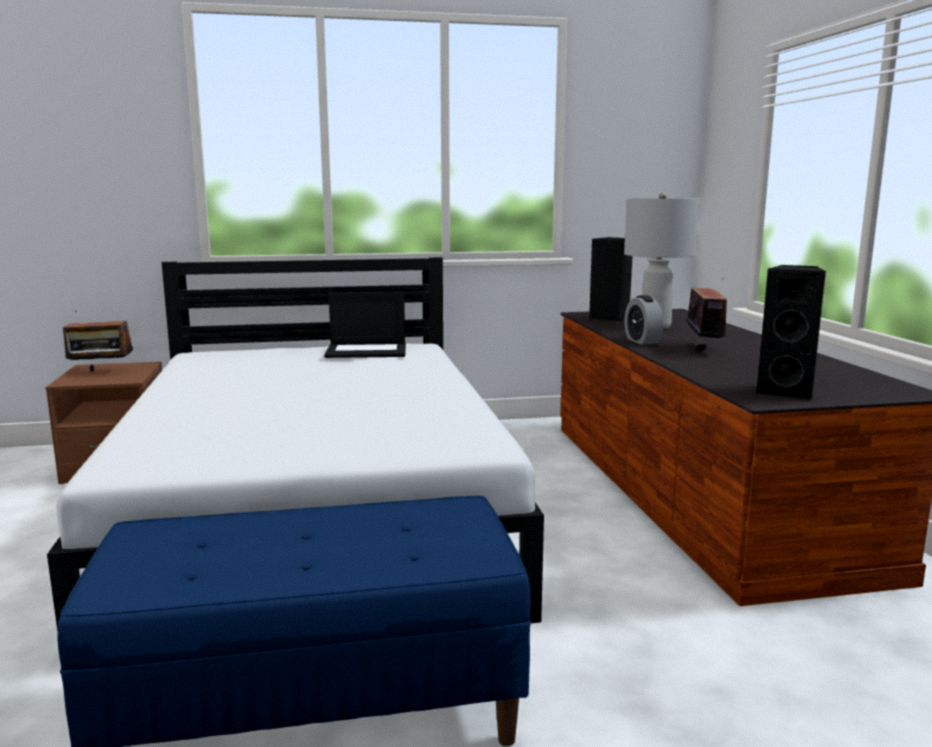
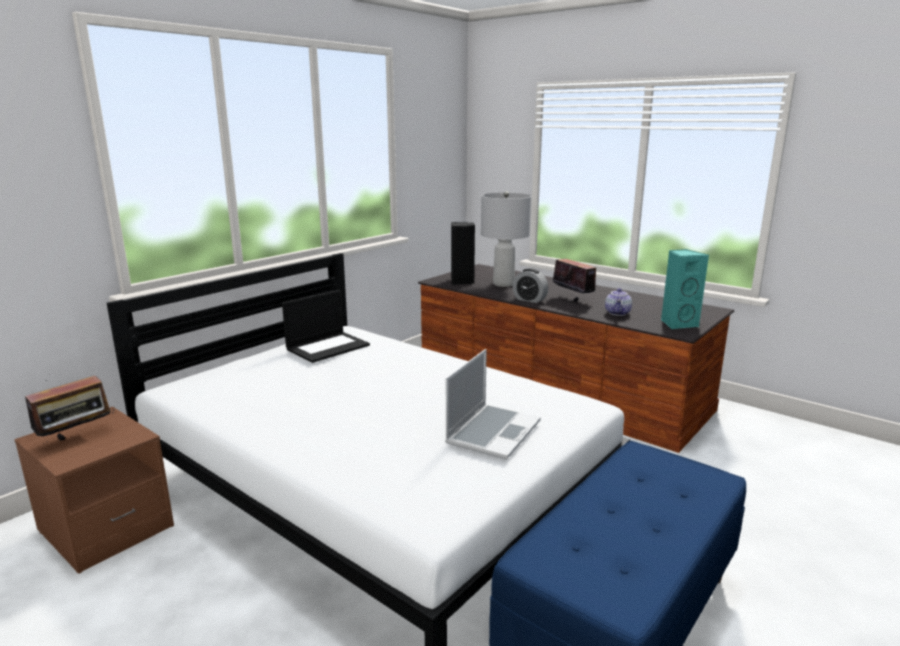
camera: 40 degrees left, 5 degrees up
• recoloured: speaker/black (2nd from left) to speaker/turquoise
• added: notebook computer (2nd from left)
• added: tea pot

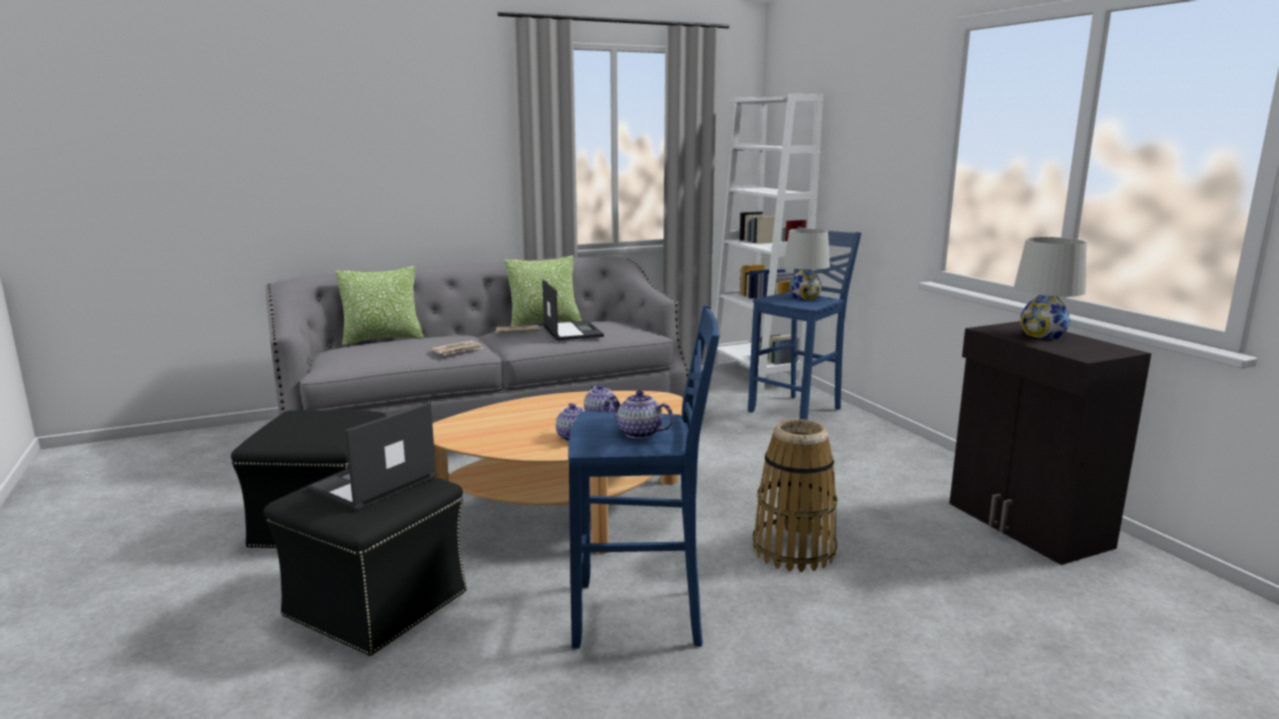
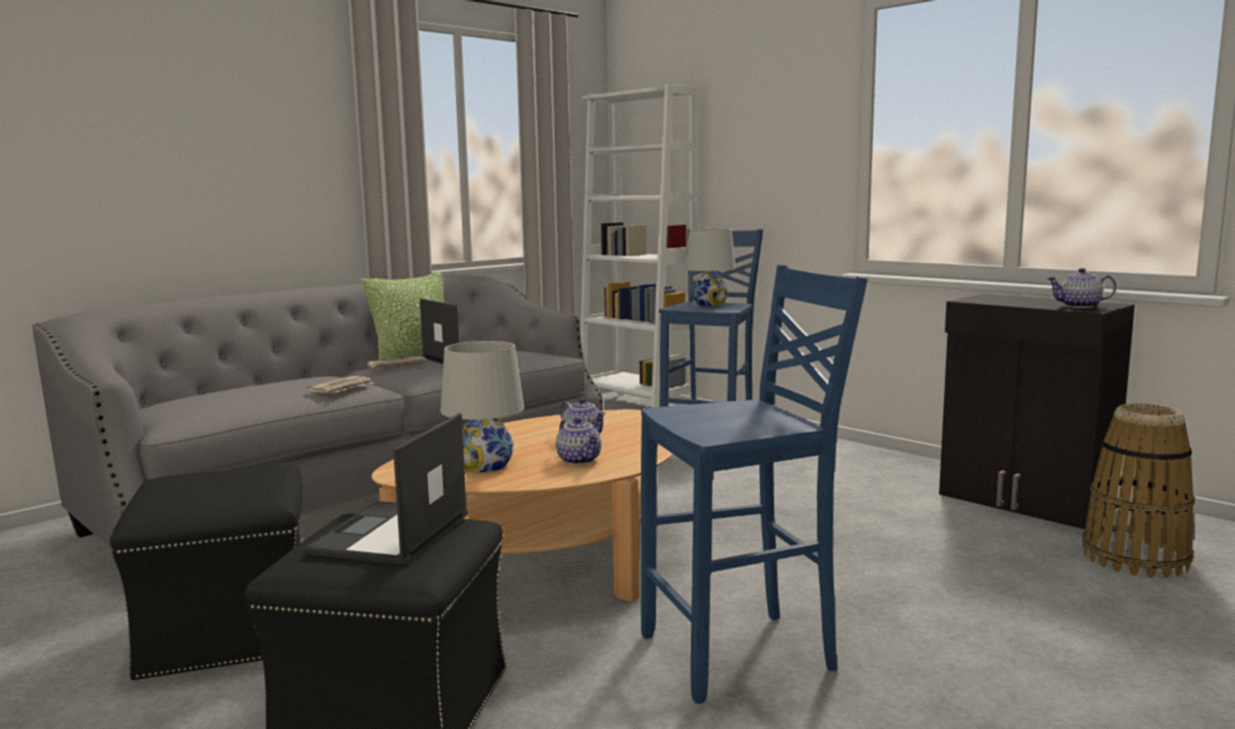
camera: 20 degrees left, 5 degrees down
• removed: throw pillow (1st from left)
• moved: tea pot (3rd from left)
• moved: household basket
• moved: table lamp/white-coloured (2nd from left in the first image) to table lamp/white-coloured (1st from left)

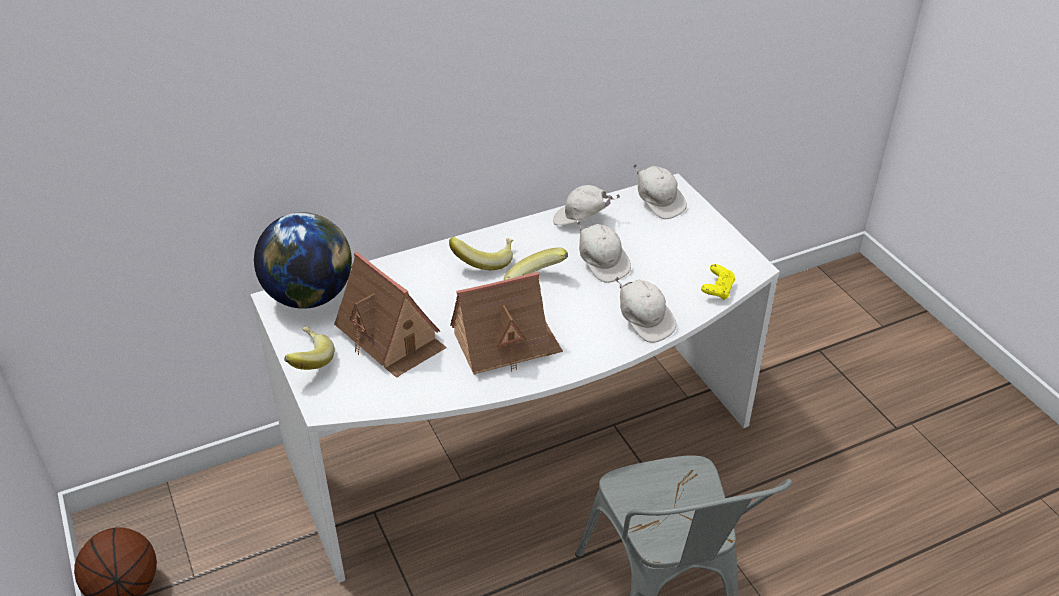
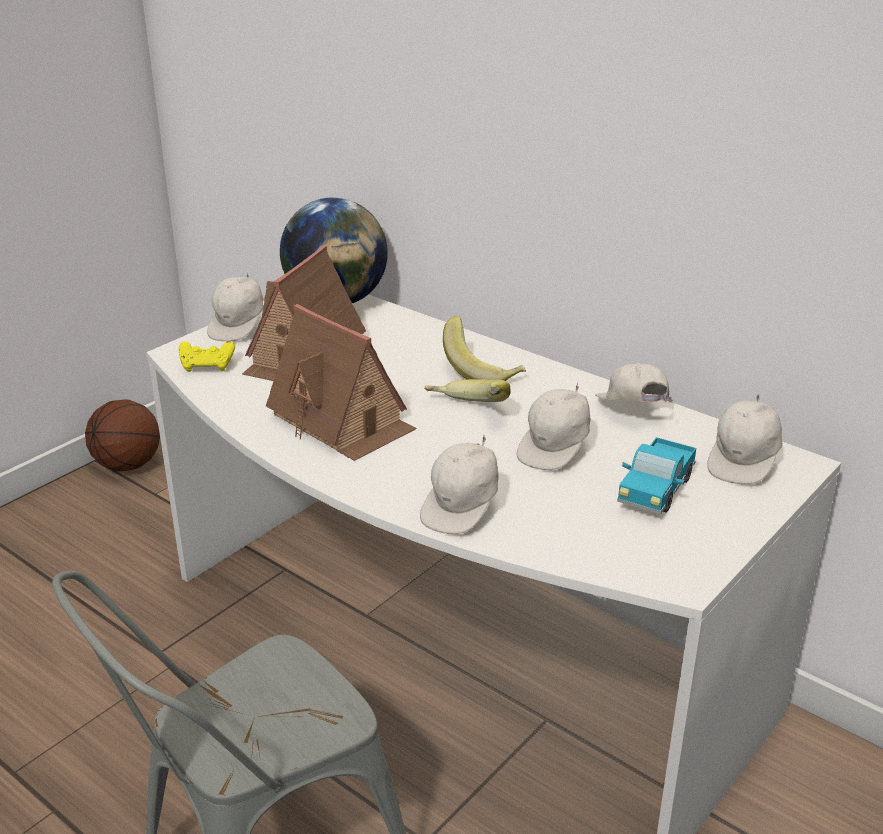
camera: 65 degrees right, 10 degrees down
• replaced: banana fruit (1st from left) to cap/white-coloured (1st from left)
• moved: gamepad/yellow-coloured
• added: toy lorry

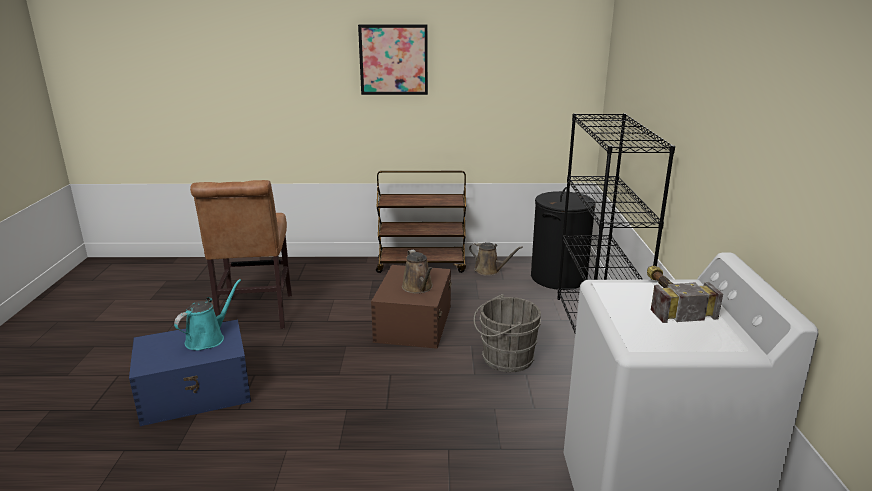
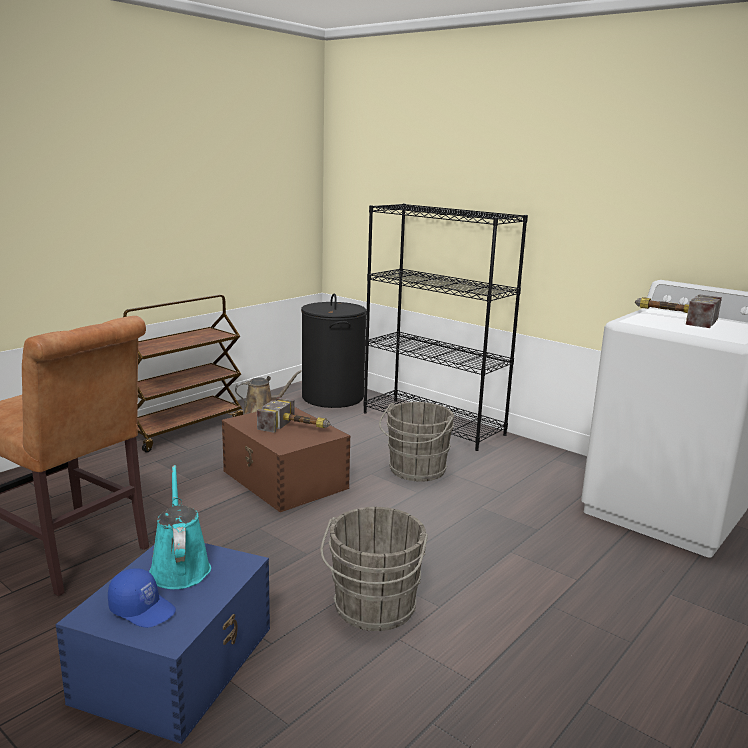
camera: 50 degrees left, 5 degrees down
• removed: wall art
• replaced: watering pot/brown-coloured (1st from left) to tool hammer (1st from left)
• added: cap/blue
• added: pail/greyish (1st from left)

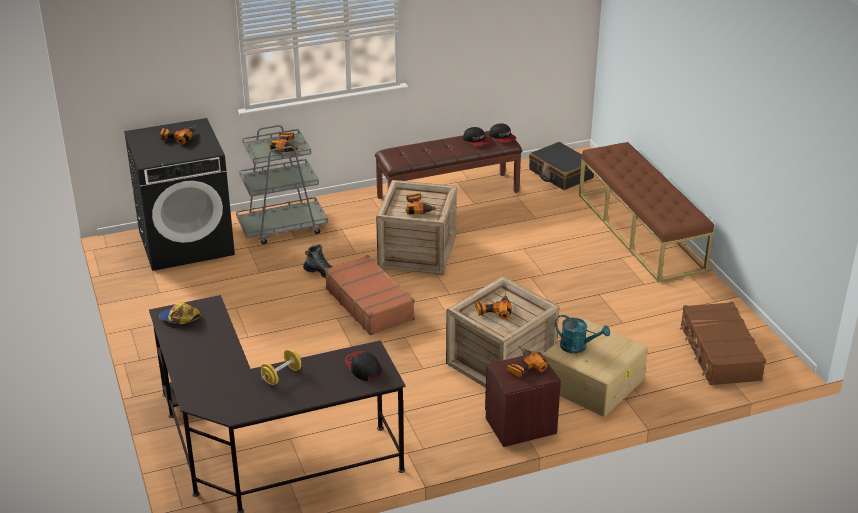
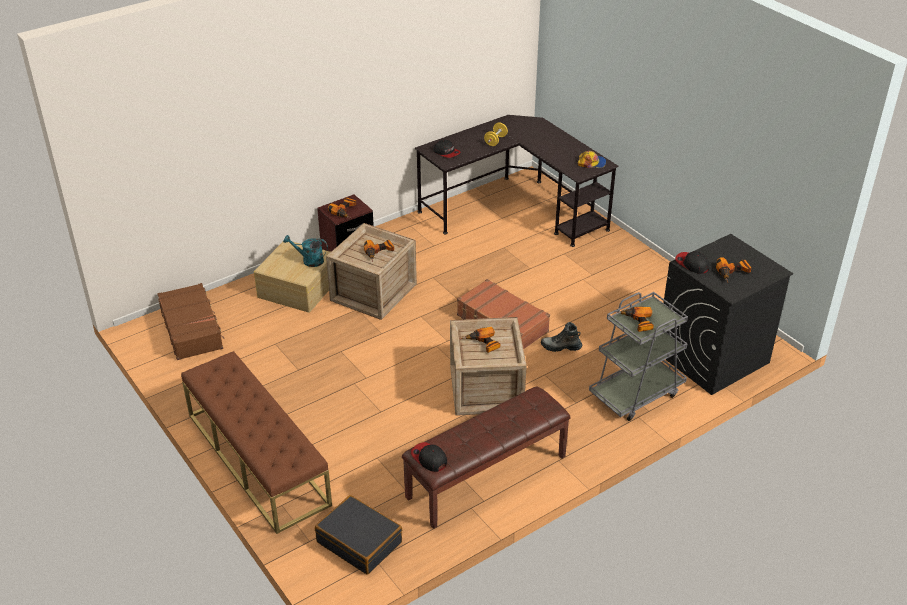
camera: 165 degrees right, 5 degrees up
• moved: cap (3rd from left in the first image) to cap (4th from left)

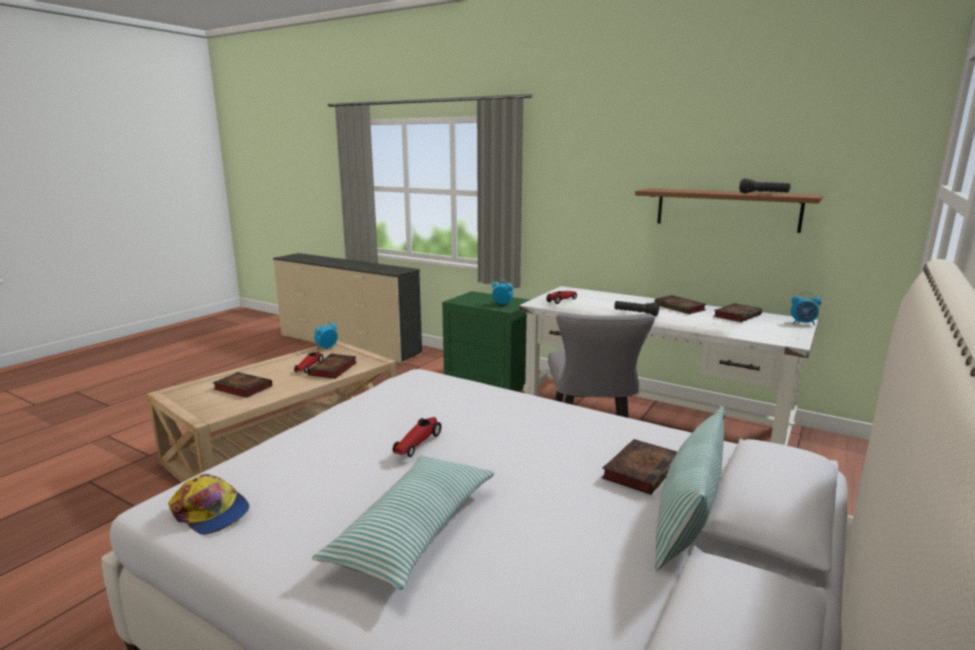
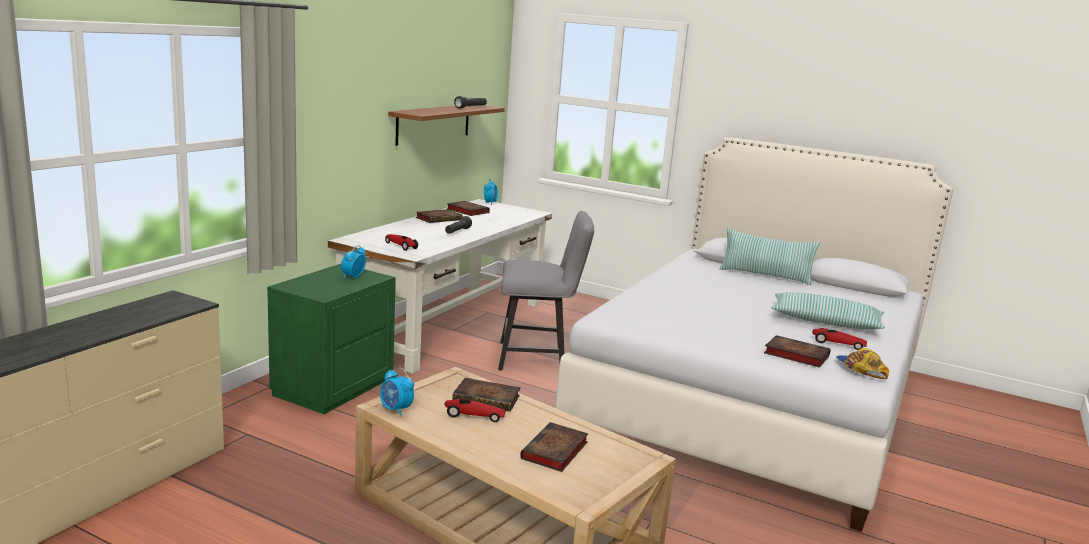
camera: 95 degrees left, 0 degrees up
• turned: cap 45 degrees counterclockwise
• moved: miniature car (2nd from left in the first image) to miniature car (3rd from left)
• moved: book (3rd from left in the first image) to book (5th from left)

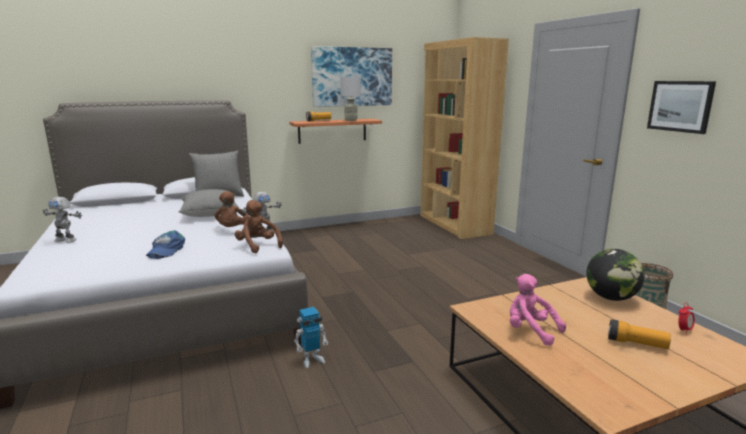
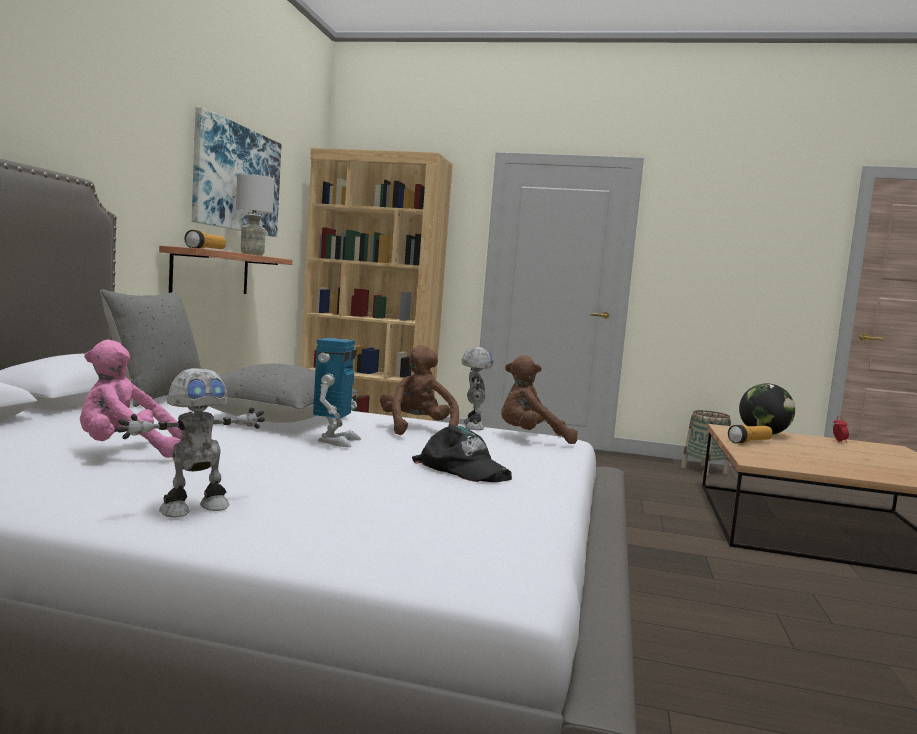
camera: 55 degrees left, 10 degrees down
• recoloured: cap/blue to cap/black
• turned: plush toy/brown-coloured (1st from left) 135 degrees counterclockwise
• moved: robot figure (3rd from left in the first image) to robot figure (2nd from left)
• moved: plush toy/pink-coloured
• moved: hand torch (2nd from left)
• removed: wall art (2nd from left)

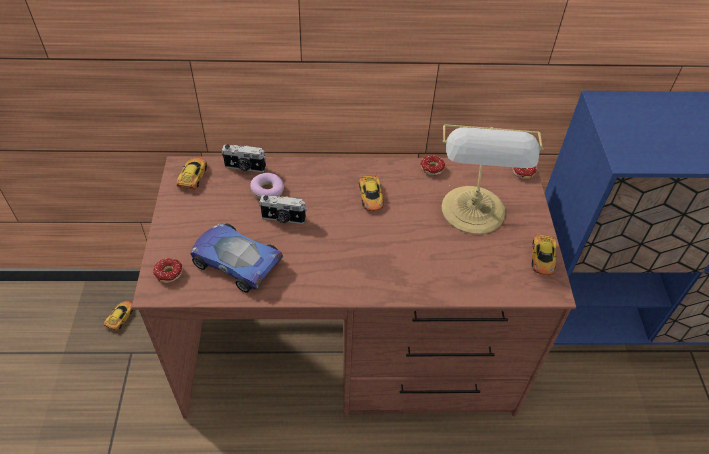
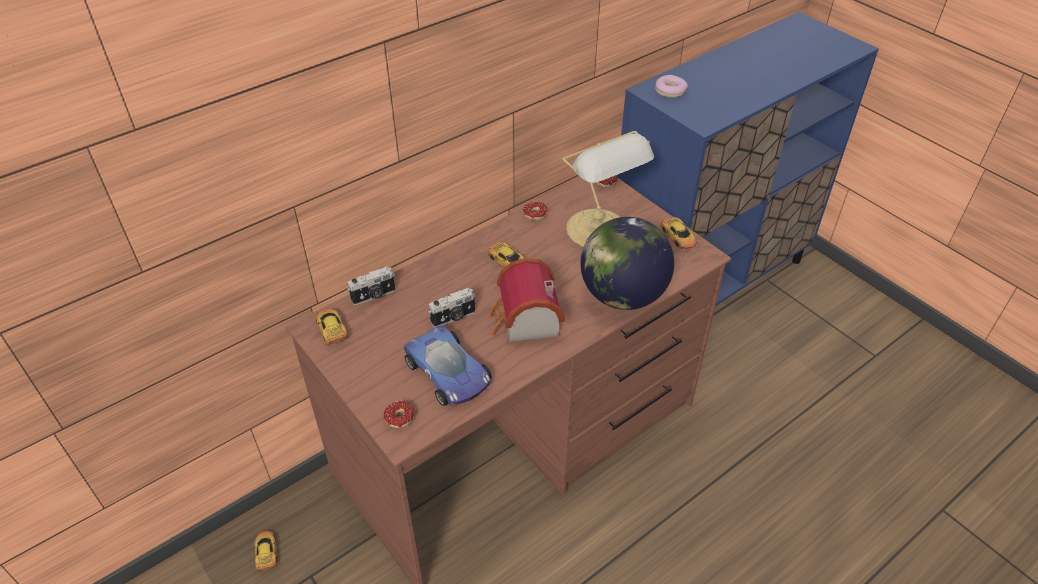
camera: 35 degrees left, 5 degrees down
• turned: miniature car (3rd from left) 120 degrees counterclockwise
• moved: doughnut (2nd from left in the first image) to doughnut (4th from left)
• added: miniature house
• added: desk globe

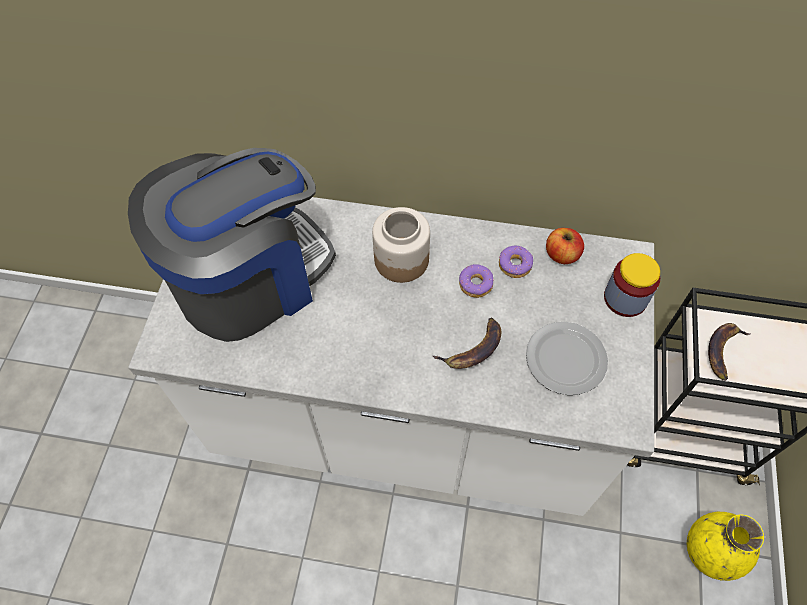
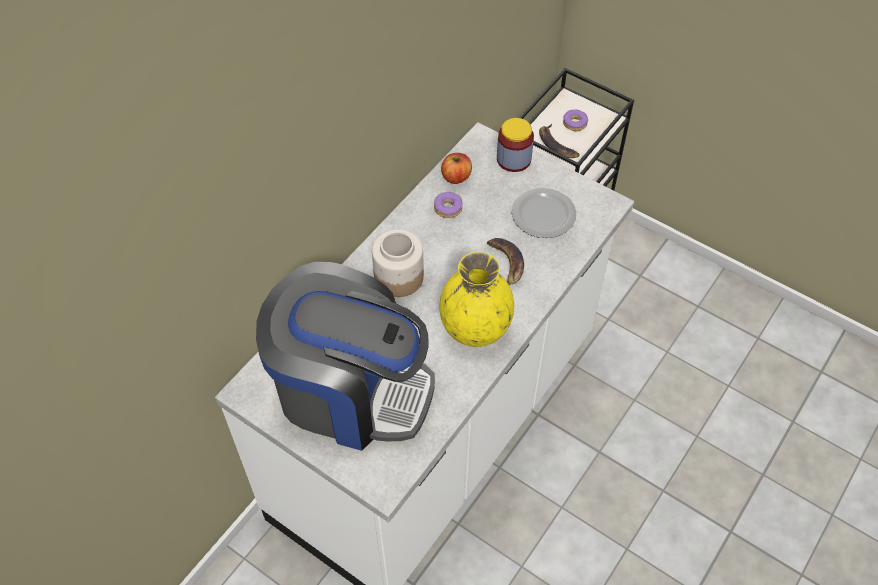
camera: 65 degrees left, 5 degrees down
• turned: coffee machine 120 degrees clockwise
• moved: doughnut (1st from left in the first image) to doughnut (2nd from left)
• moved: decorative vase/yellow-coloured

